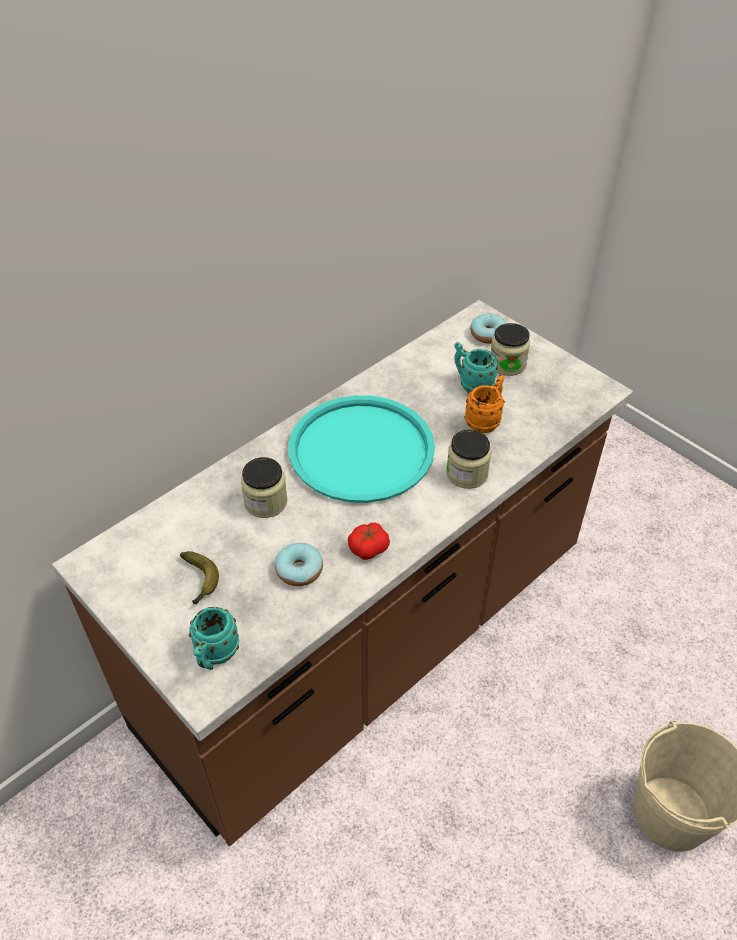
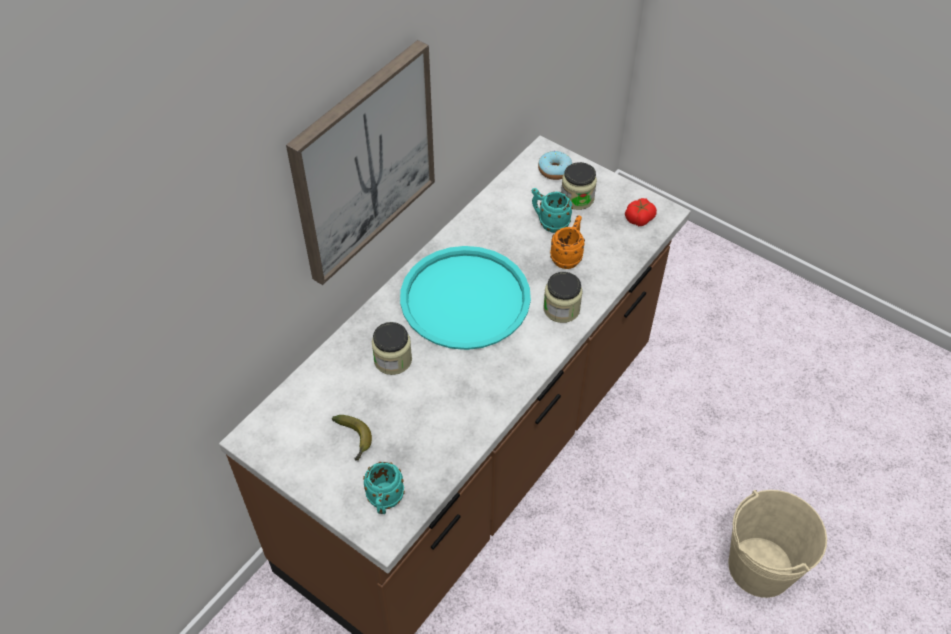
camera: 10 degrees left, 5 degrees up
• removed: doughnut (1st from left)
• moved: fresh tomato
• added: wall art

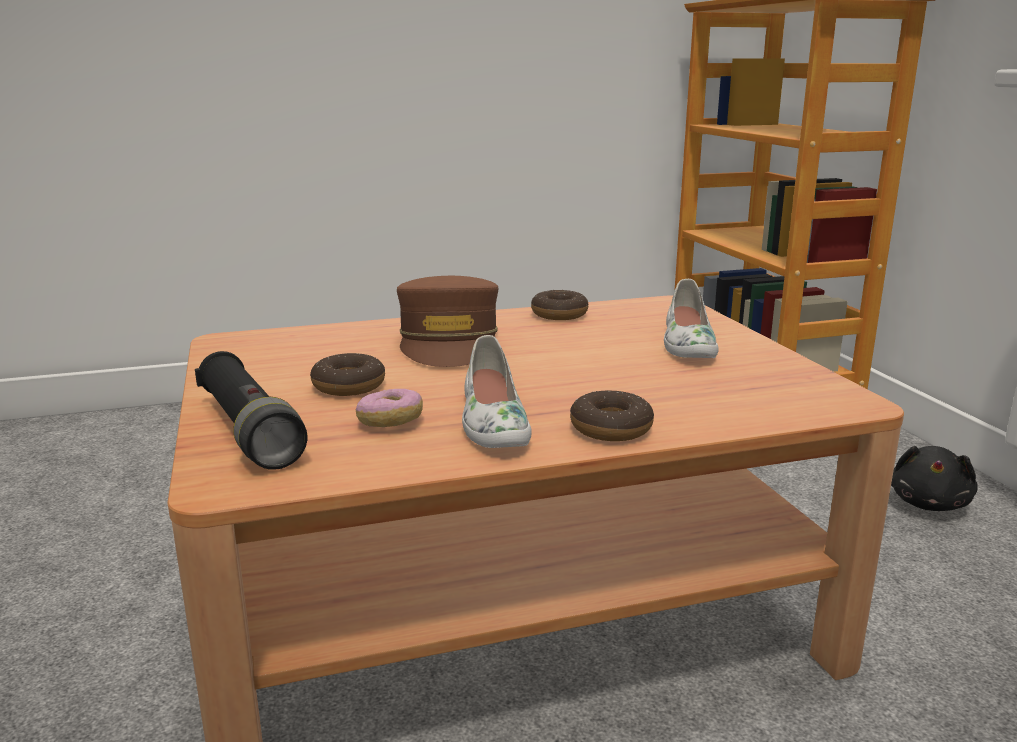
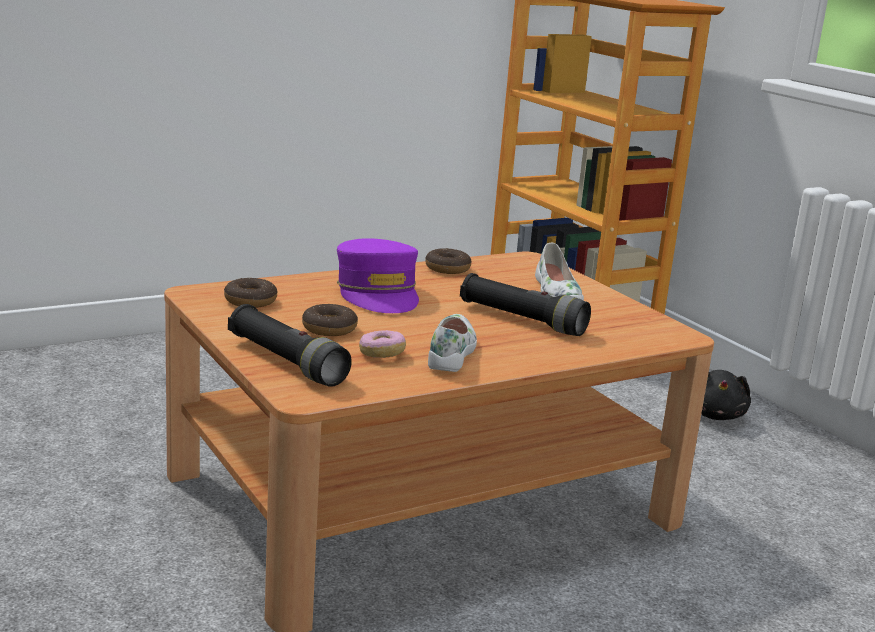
camera: 15 degrees left, 0 degrees up
• recoloured: cap/brown-coloured to cap/purple
• turned: low shoe/white-coloured (1st from left) 150 degrees counterclockwise
• moved: doughnut (4th from left in the first image) to doughnut (1st from left)
• added: hand torch/black (2nd from left)

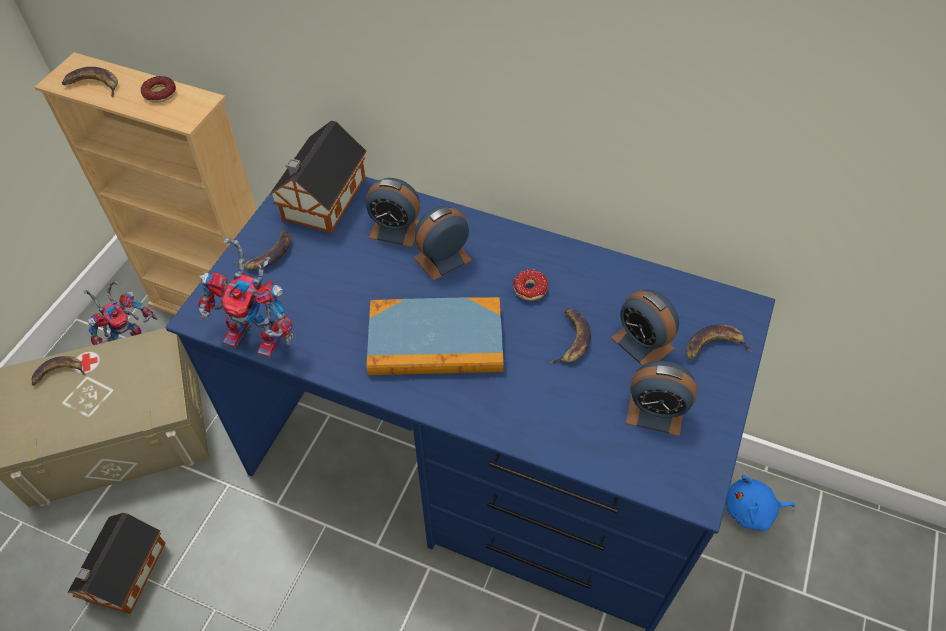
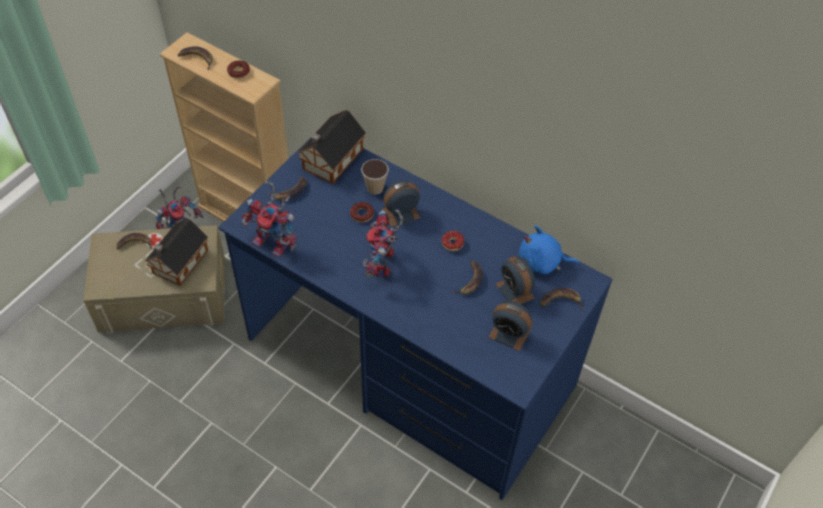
camera: 10 degrees right, 0 degrees up
• moved: miniature house (1st from left)
• replaced: alarm clock (1st from left) to drinking cup
• replaced: book to robot figure (3rd from left)
• moved: plush toy/blue
• added: doughnut (2nd from left)

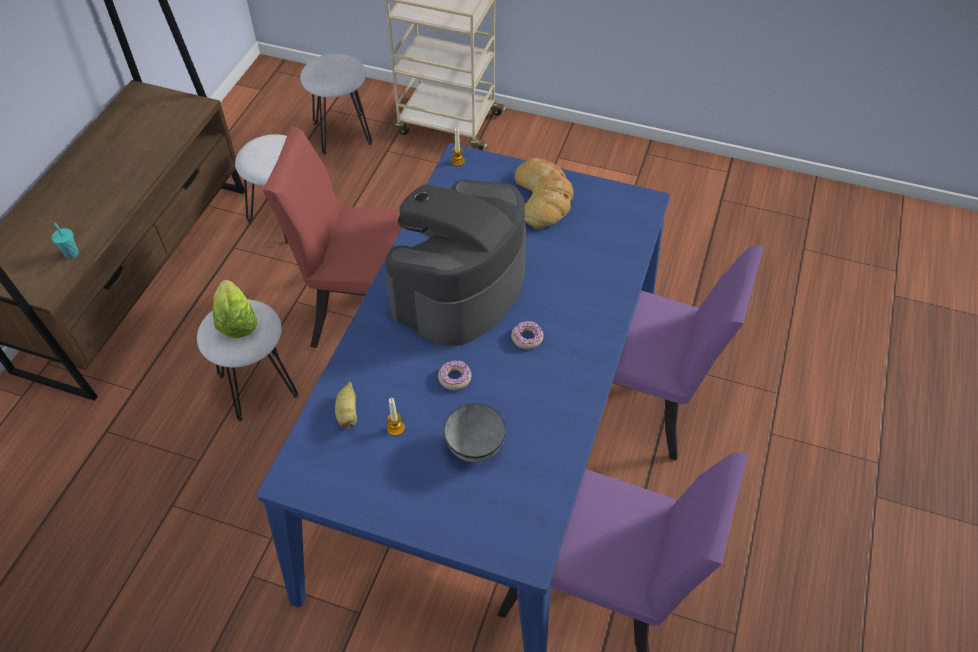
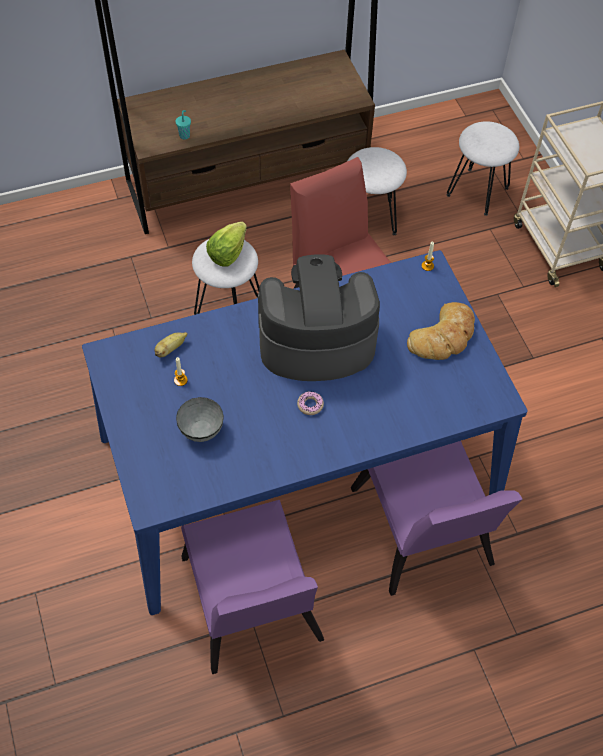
camera: 50 degrees right, 5 degrees up
• removed: doughnut (1st from left)

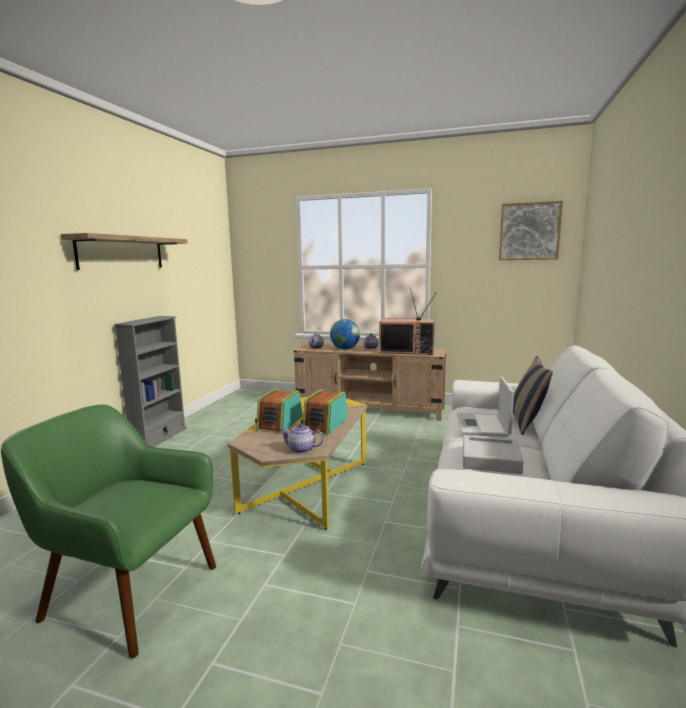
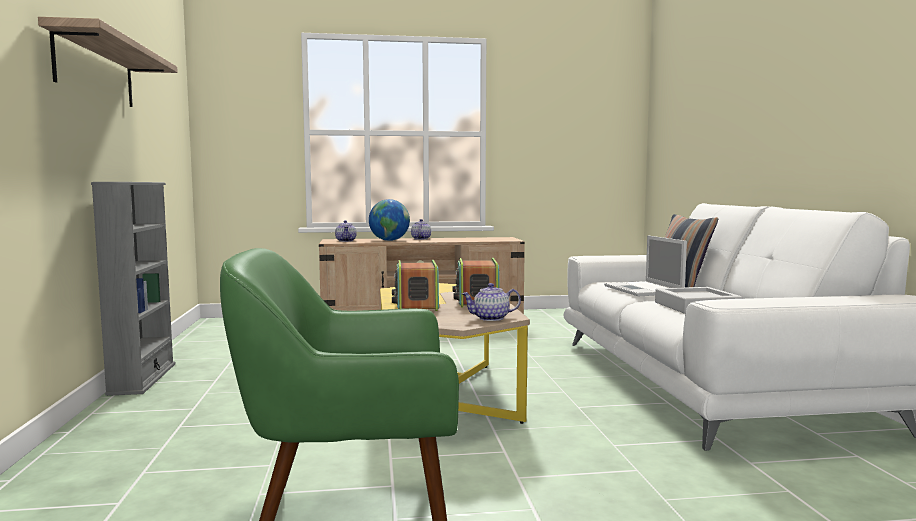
camera: 25 degrees left, 5 degrees down
• removed: television
• removed: wall art

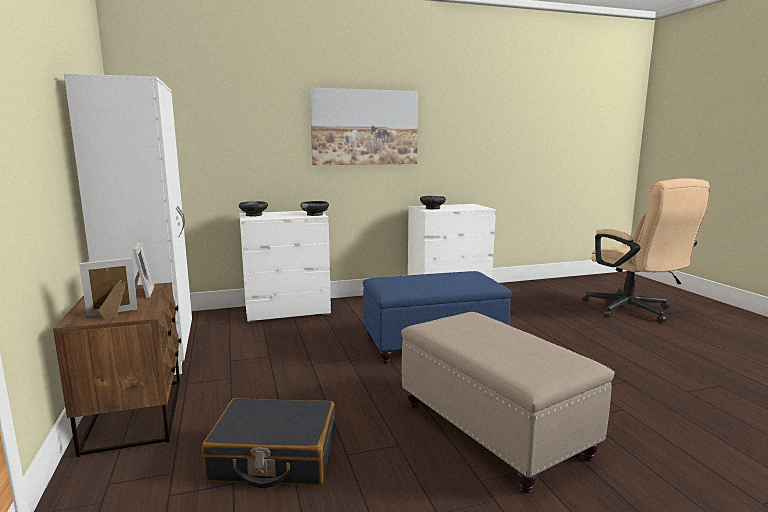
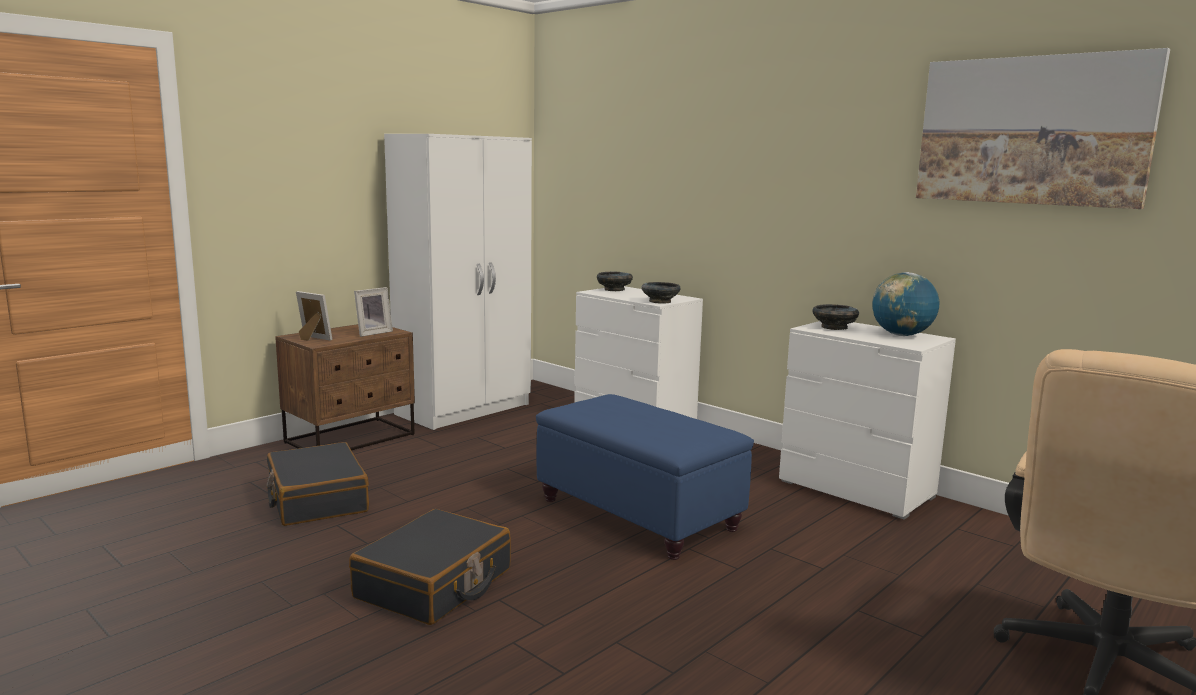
camera: 60 degrees right, 0 degrees up
• moved: wall art
• replaced: pouffe/beige-coloured to travel case/black (2nd from left)
• added: desk globe

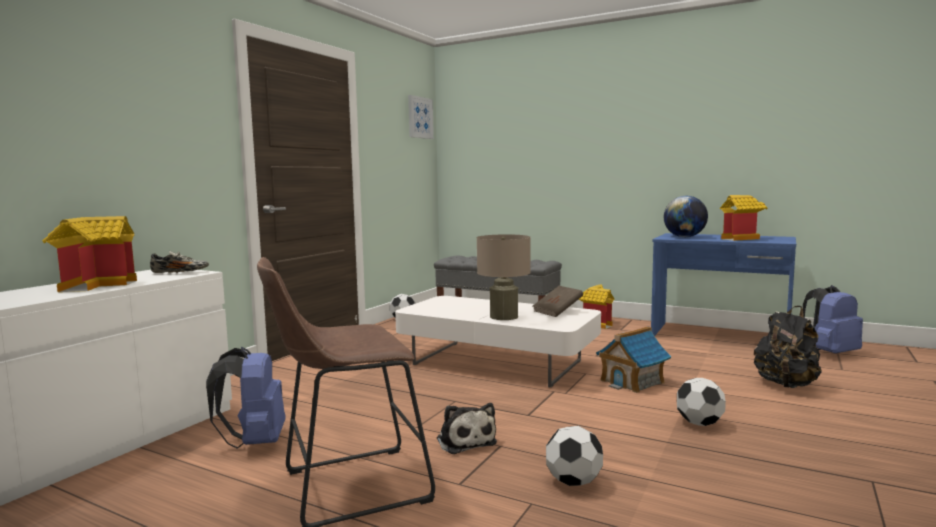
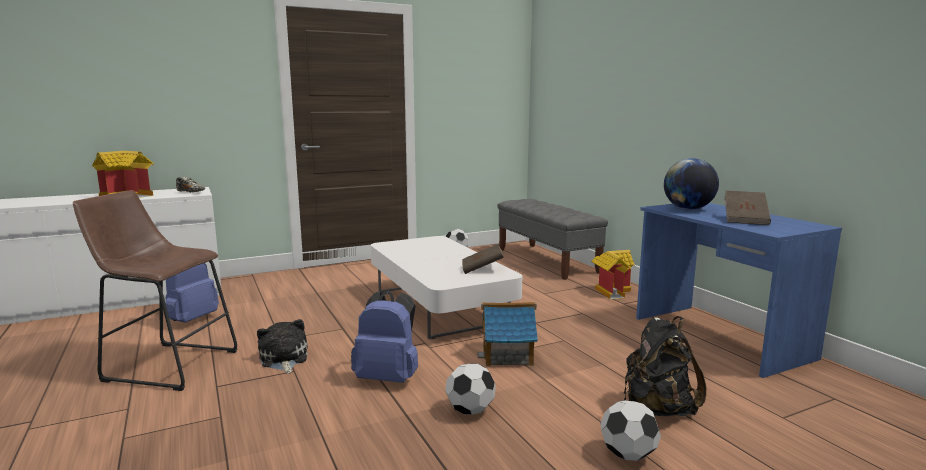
camera: 35 degrees right, 5 degrees up
• removed: wall art
• turned: plush toy 150 degrees clockwise
• removed: table lamp/beige-coloured
• moved: ball for football (2nd from left in the first image) to ball for football (3rd from left)
• replaced: miniature house (4th from left) to book/brown-coloured (2nd from left)
• moved: knapsack/blue (2nd from left)

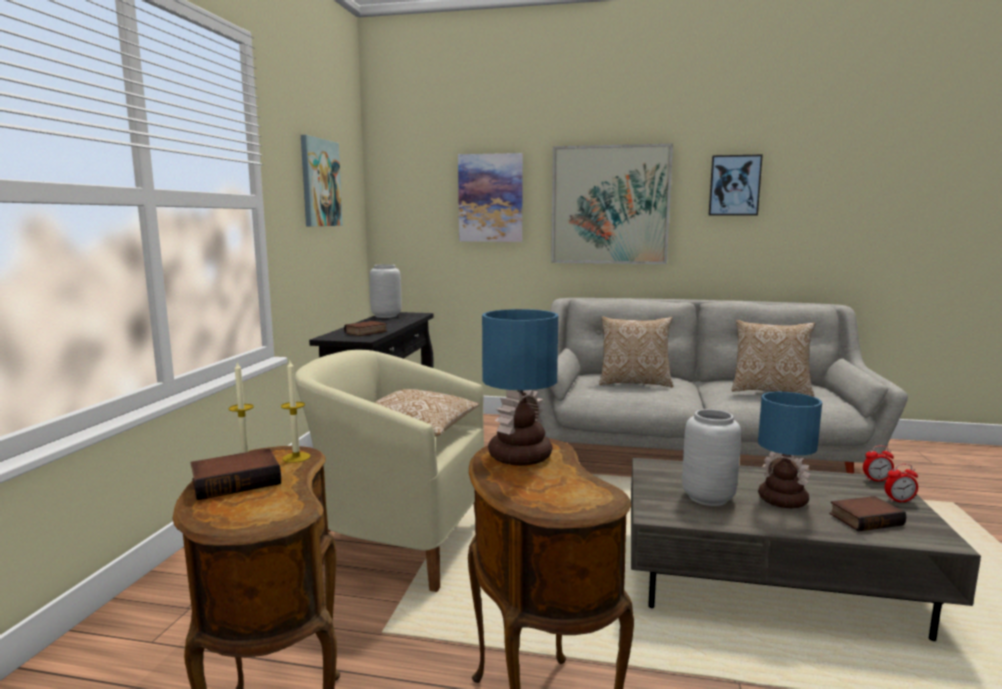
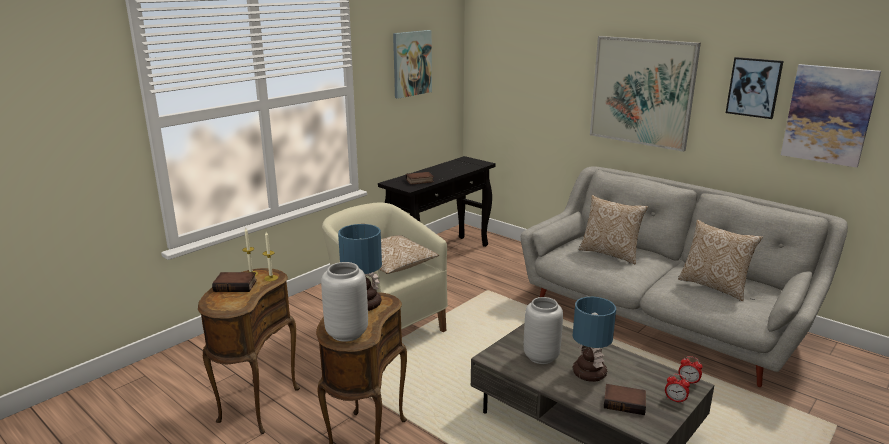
camera: 30 degrees right, 10 degrees up
• moved: decorative vase/greyish (1st from left)
• moved: wall art (2nd from left in the first image) to wall art (4th from left)

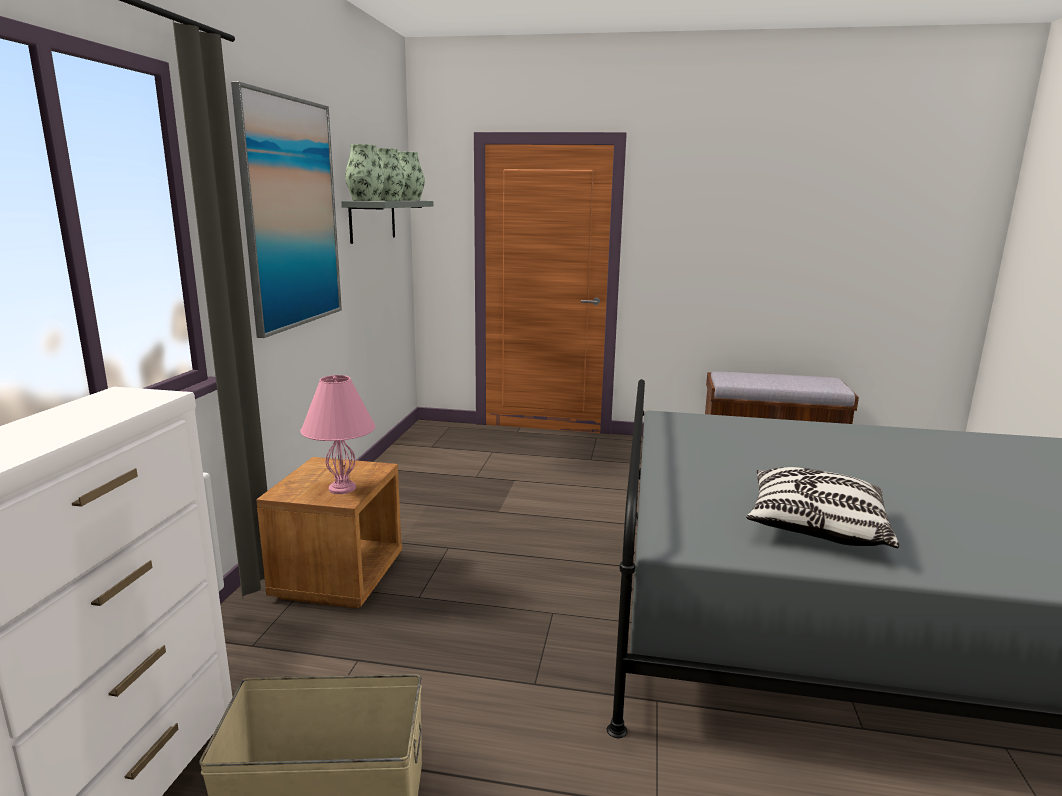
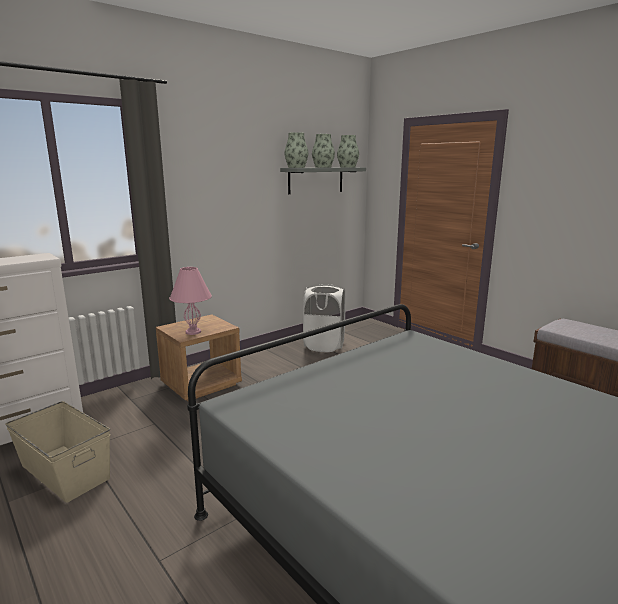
camera: 40 degrees right, 0 degrees up
• removed: wall art
• removed: throw pillow
• added: washing basket/white-coloured

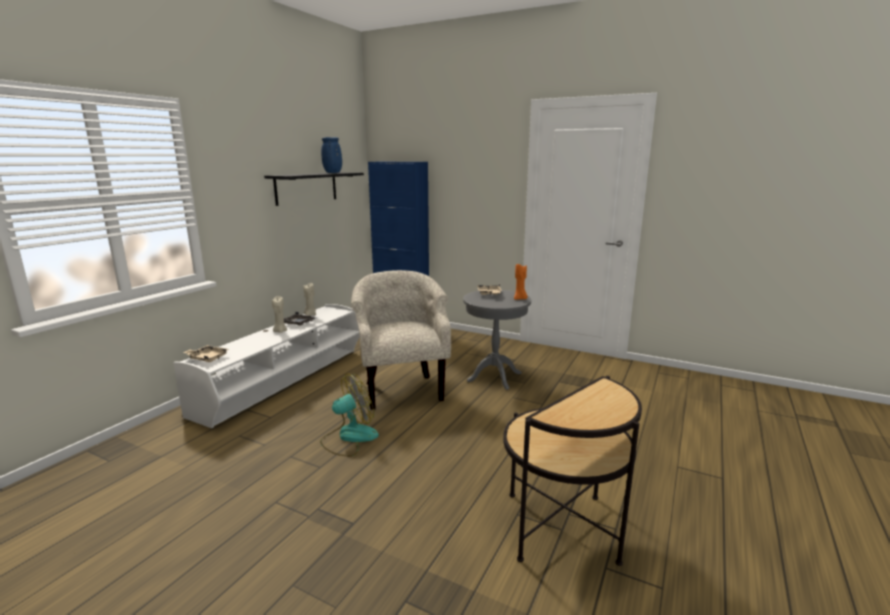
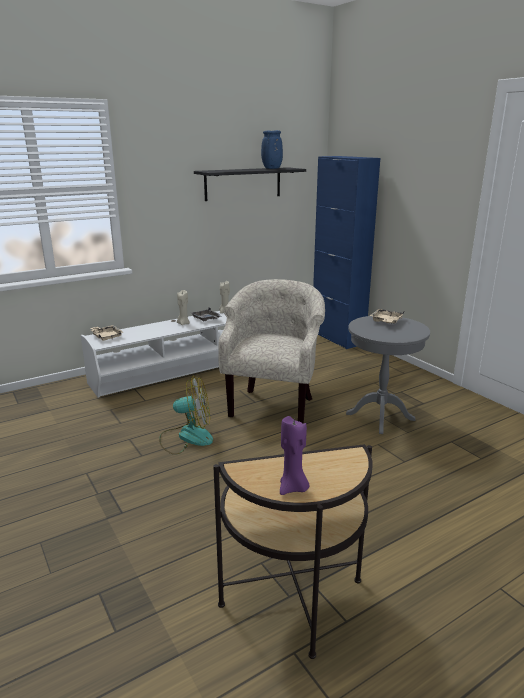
camera: 30 degrees right, 5 degrees up
• removed: wax candle/orange-coloured
• added: wax candle/purple

